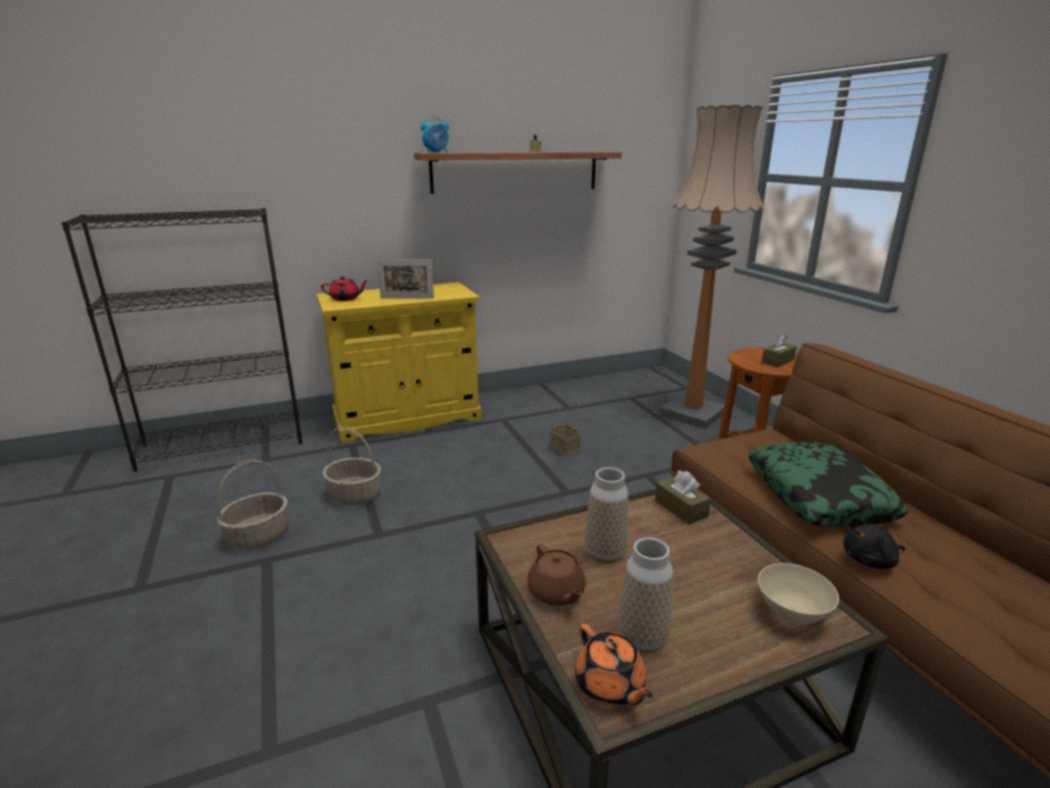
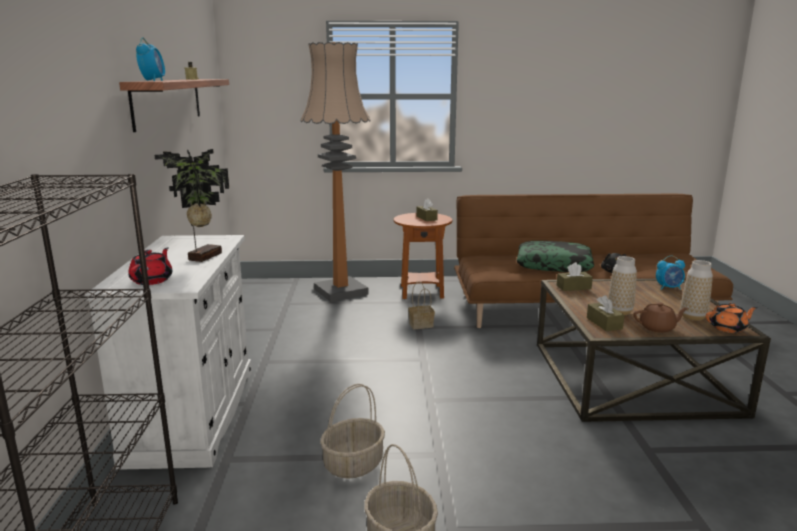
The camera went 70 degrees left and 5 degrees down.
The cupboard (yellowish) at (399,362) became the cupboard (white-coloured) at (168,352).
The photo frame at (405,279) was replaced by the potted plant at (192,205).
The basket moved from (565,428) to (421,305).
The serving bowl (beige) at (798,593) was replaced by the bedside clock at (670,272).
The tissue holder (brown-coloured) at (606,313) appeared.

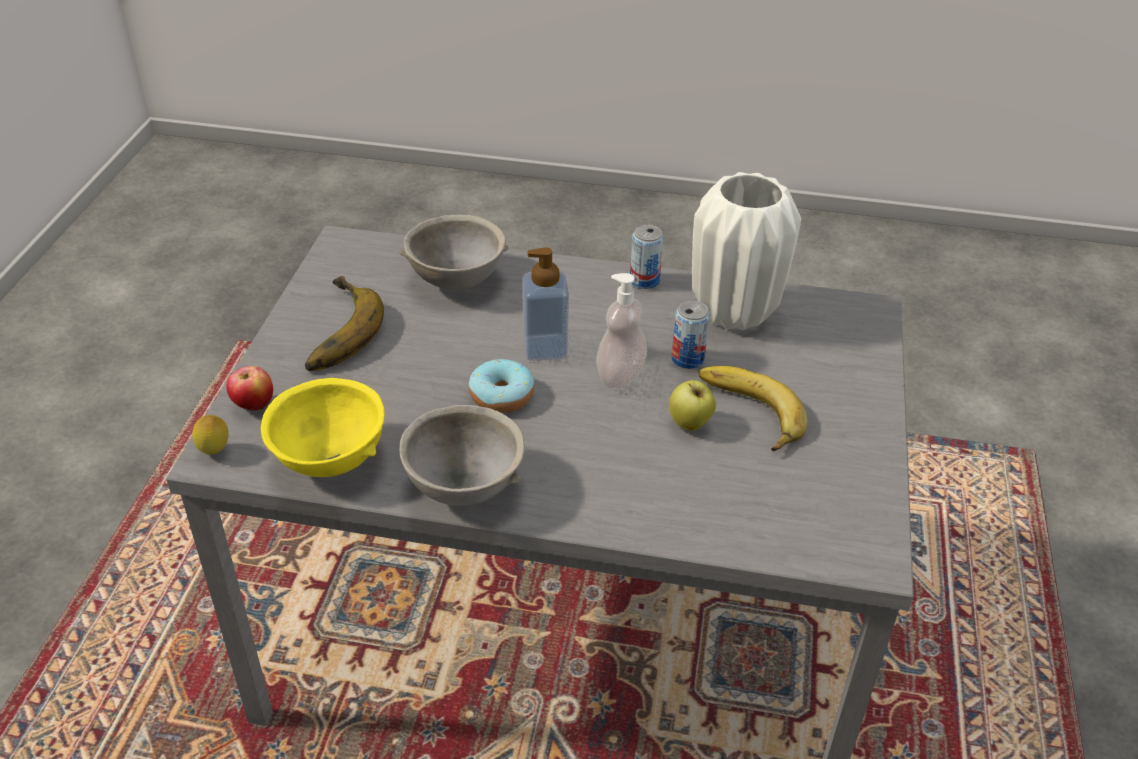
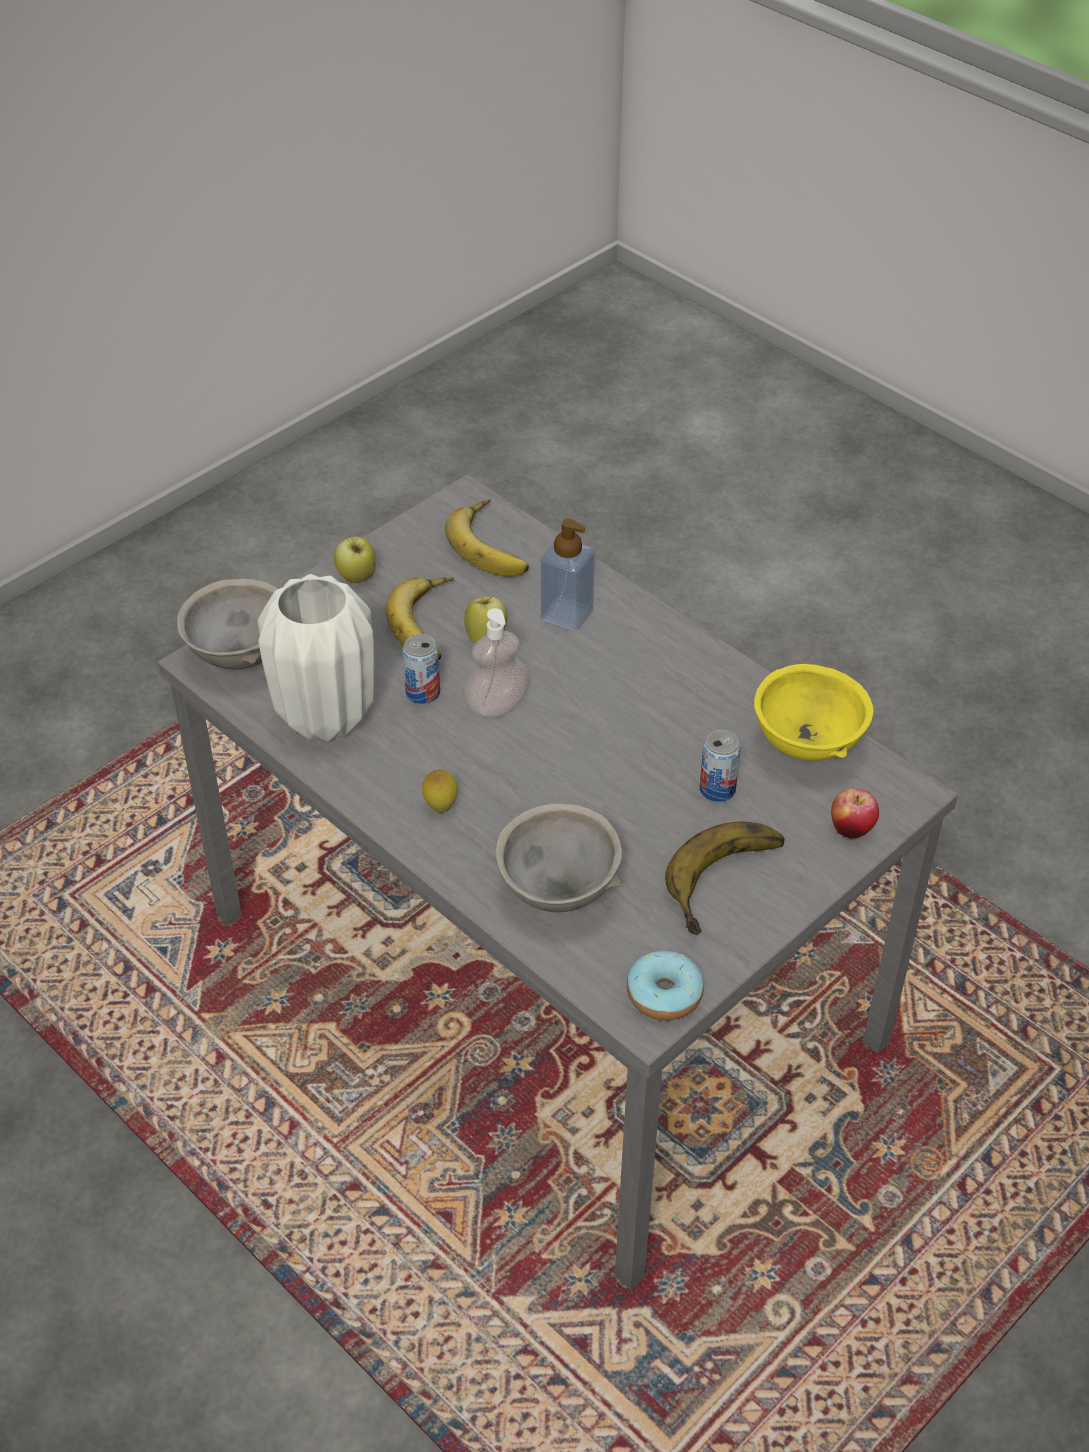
The camera went 145 degrees left and 5 degrees up.
The whole lemon moved from (210,435) to (440,791).
The serving bowl (grey) moved from (462,455) to (227,624).
The donut moved from (502,386) to (665,986).
The soap dispenser moved from (545,304) to (568,575).
The sealed can moved from (647,257) to (720,766).
The apple at (355,559) appeared.
The banana at (487,538) appeared.

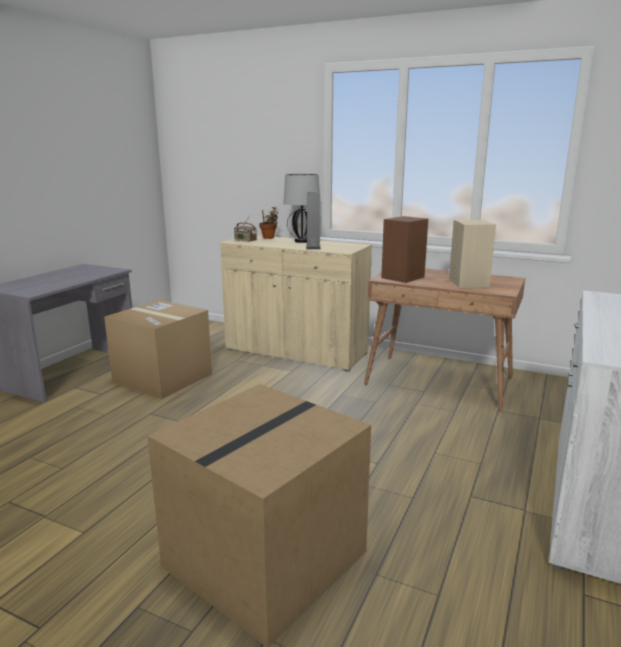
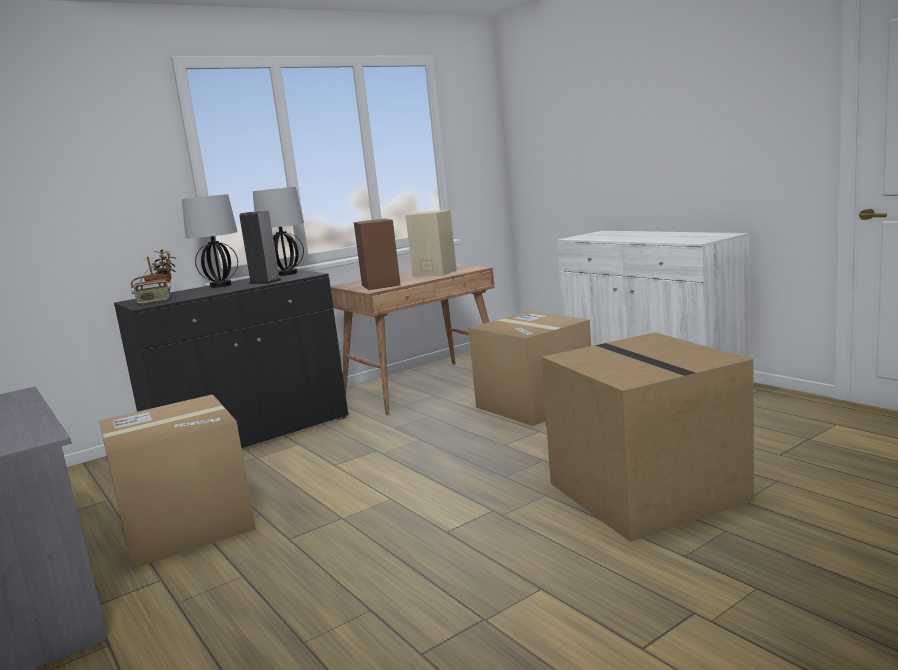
The camera went 60 degrees left and 5 degrees down.
The cupboard (beige) at (296,303) became the cupboard (black) at (231,359).
The tabletop lamp at (278,231) appeared.
The carton at (529,368) appeared.

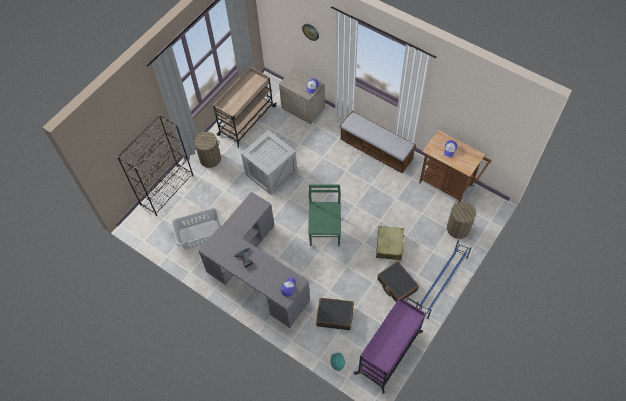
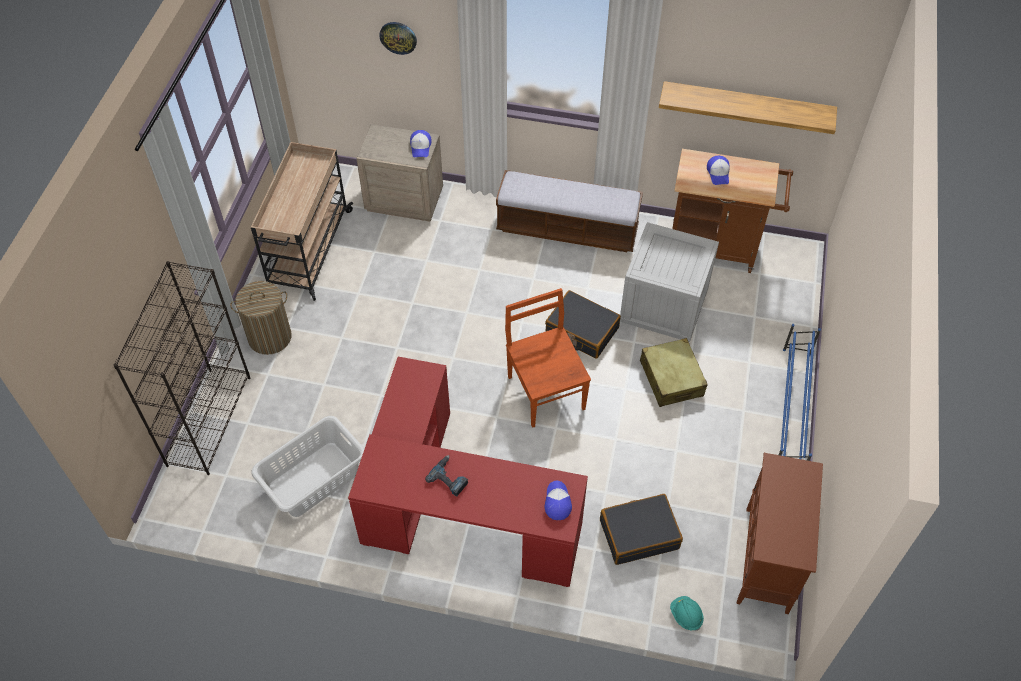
The camera went 25 degrees left and 5 degrees down.
The desk table (grey) at (254,260) became the desk table (red-coloured) at (468,472).
The crate moved from (269,163) to (669,282).
The plain chair (green-coloured) at (324,215) became the plain chair (brown-coloured) at (548,358).
The trolley (purple) at (389,345) was replaced by the cupboard (brown-coloured) at (780,533).
The travel case (black) moved from (398,281) to (583,324).
The washing basket at (461,220) disappeared.
The wall shelf at (748,107) appeared.

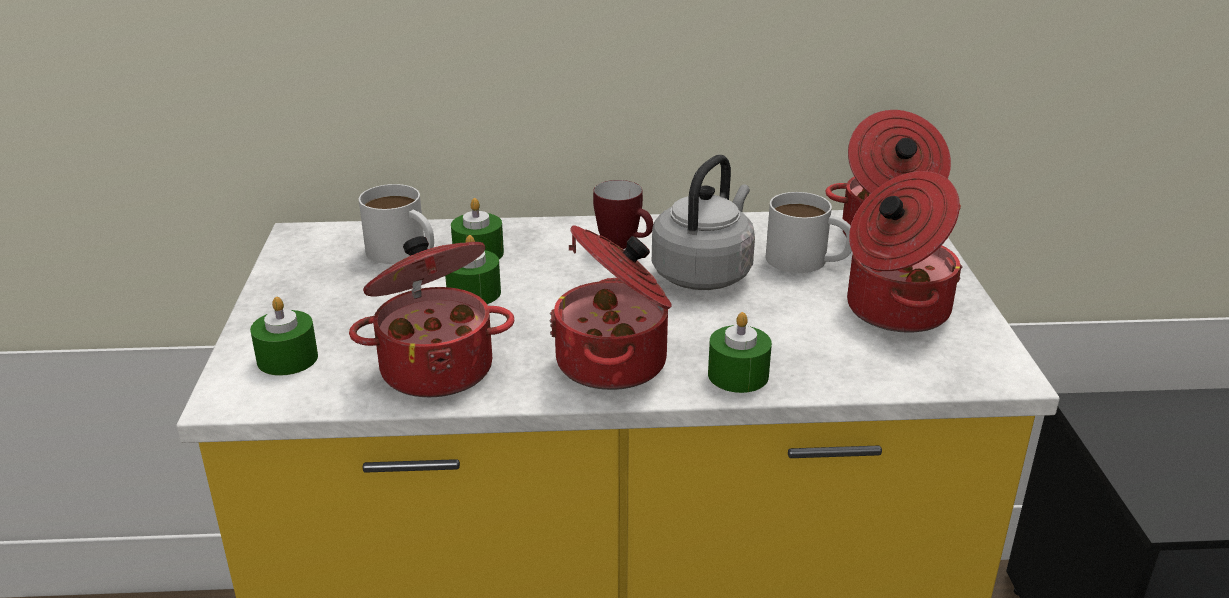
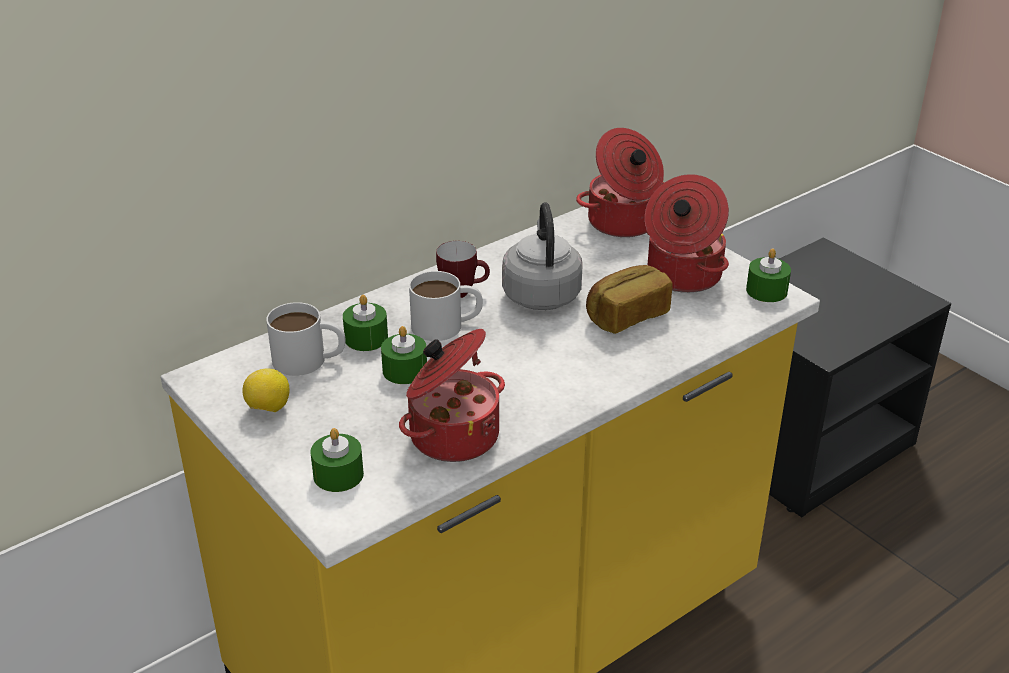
The camera went 35 degrees left and 5 degrees up.
The saucepot at (611,307) disappeared.
The candle (green-coloured) moved from (740,352) to (768,275).
The mug (white-coloured) moved from (809,232) to (446,306).
The whole lemon at (265,390) appeared.
The bread at (629,299) appeared.

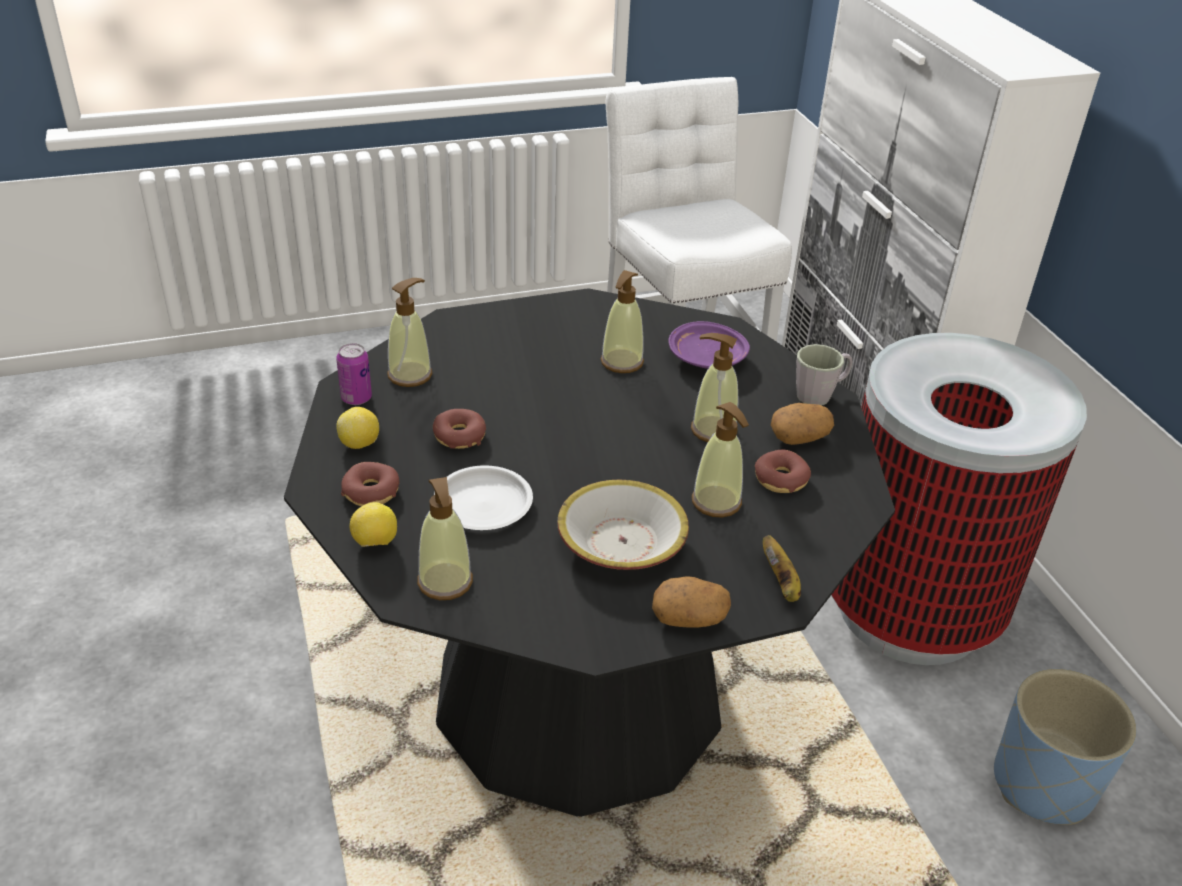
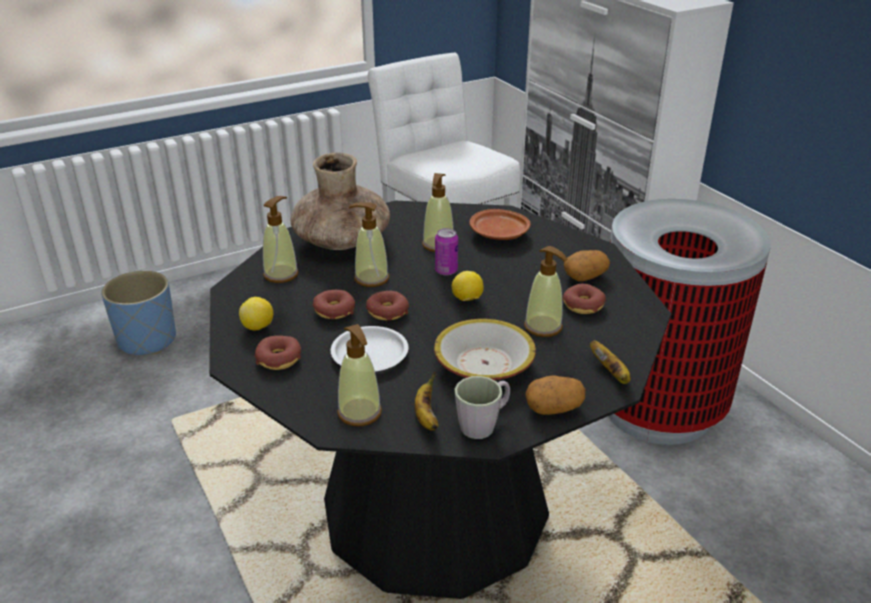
The camera went 10 degrees left and 5 degrees down.
The sealed can moved from (354,374) to (446,251).
The whole lemon moved from (373,524) to (467,286).
The plate (purple) at (709,345) became the plate (brown-coloured) at (500,224).
The soap dispenser moved from (714,387) to (369,244).
The mug (grey) moved from (824,375) to (482,407).
The plant pot (bluish) moved from (1065,747) to (138,313).
The vase (brown-coloured) at (340,201) appeared.
The donut at (387,305) appeared.
The banana at (427,401) appeared.

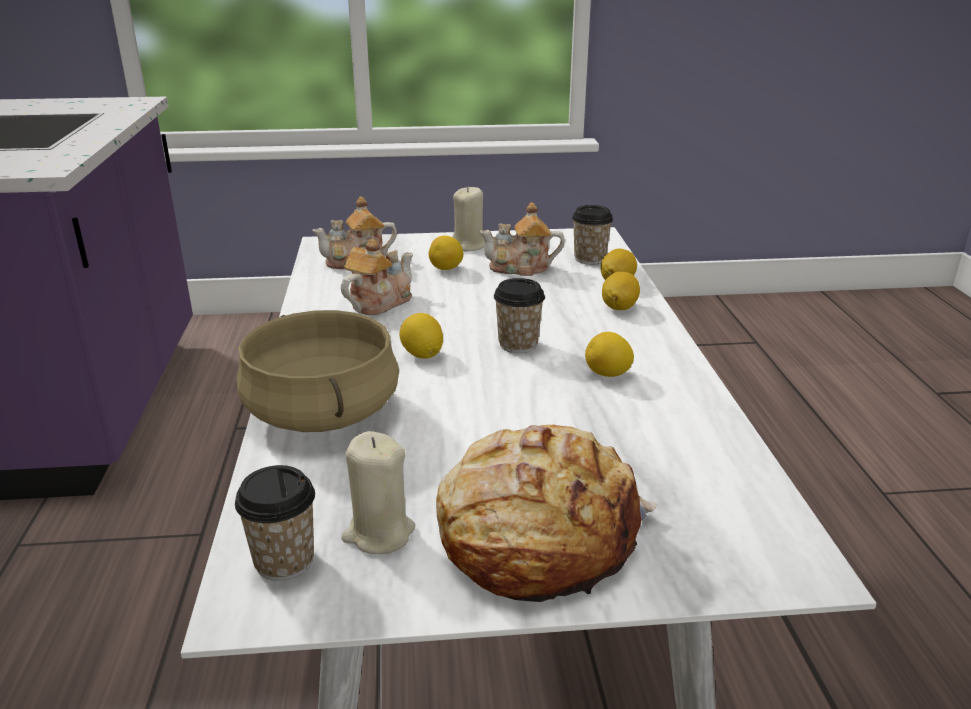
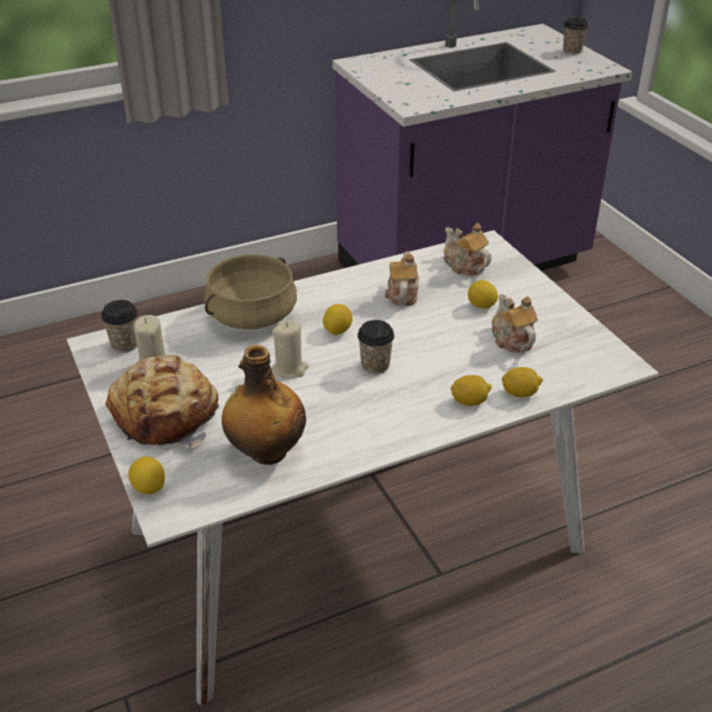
The camera went 70 degrees right and 10 degrees up.
The pot for tea at (377,277) turned 105 degrees counterclockwise.
The candle (beige) moved from (468,218) to (290,350).
The drinking cup moved from (592,235) to (575,35).
The whole lemon moved from (609,354) to (146,475).
The bottle at (264,405) appeared.

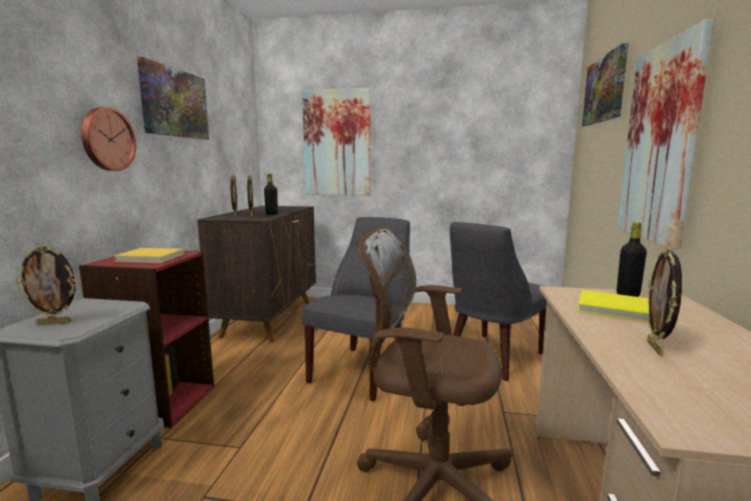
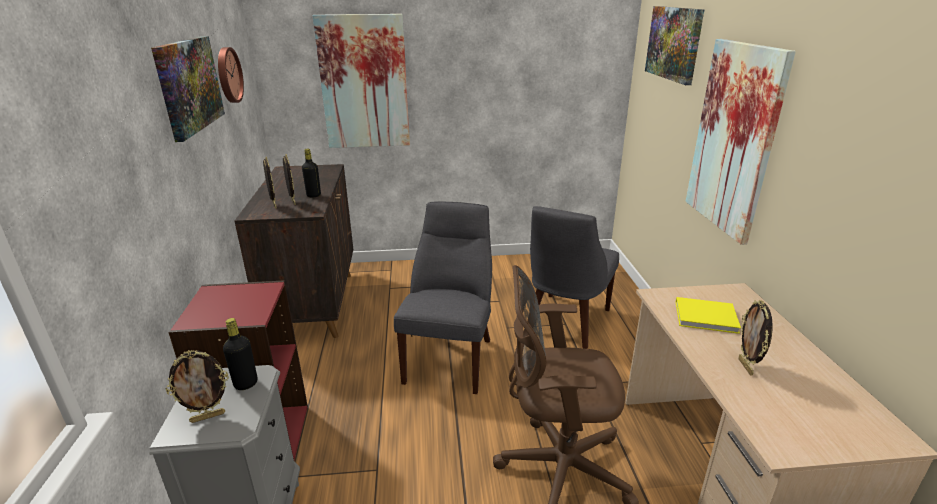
The camera went 15 degrees left and 15 degrees up.
The clock on the wall moved from (108,139) to (231,75).
The book (yellowish) at (149,255) disappeared.
The bottle (black) moved from (632,259) to (240,354).

